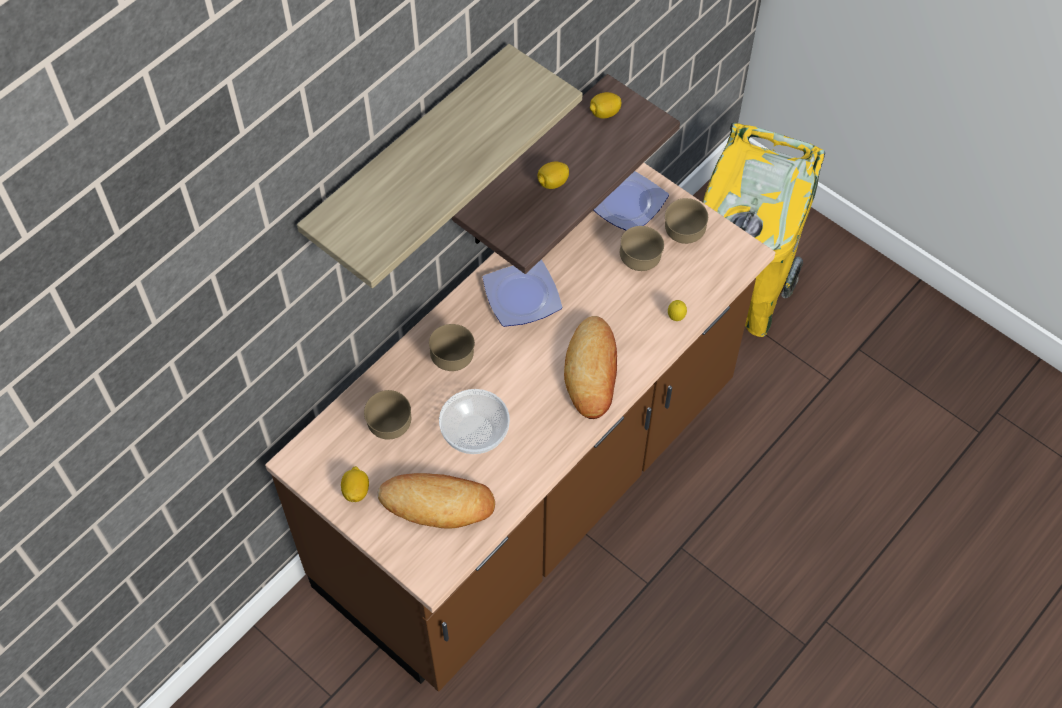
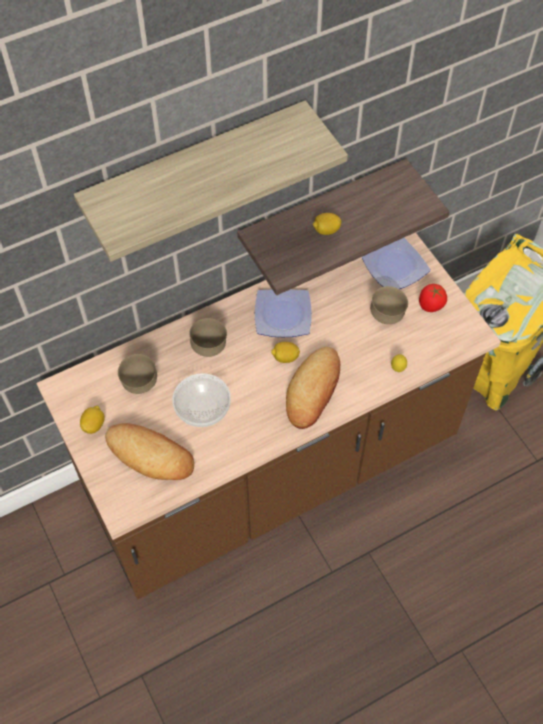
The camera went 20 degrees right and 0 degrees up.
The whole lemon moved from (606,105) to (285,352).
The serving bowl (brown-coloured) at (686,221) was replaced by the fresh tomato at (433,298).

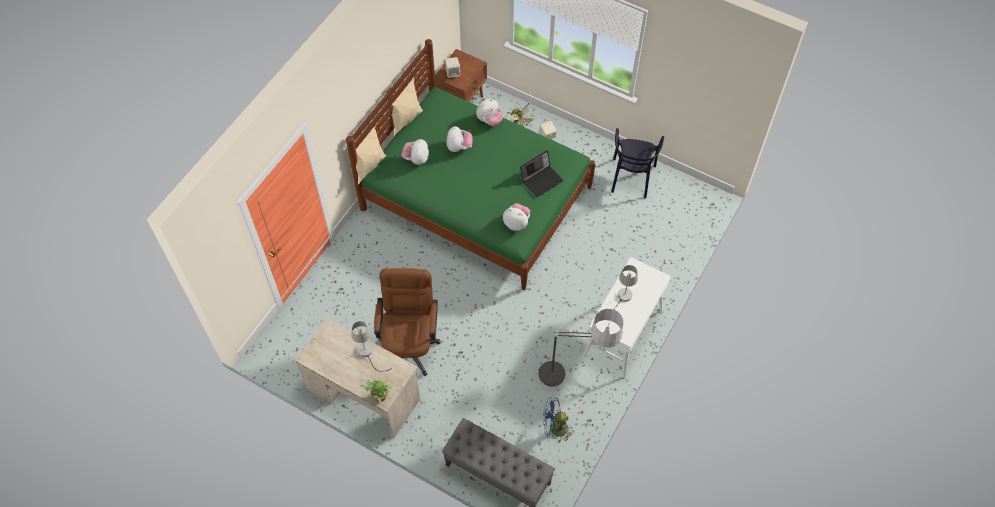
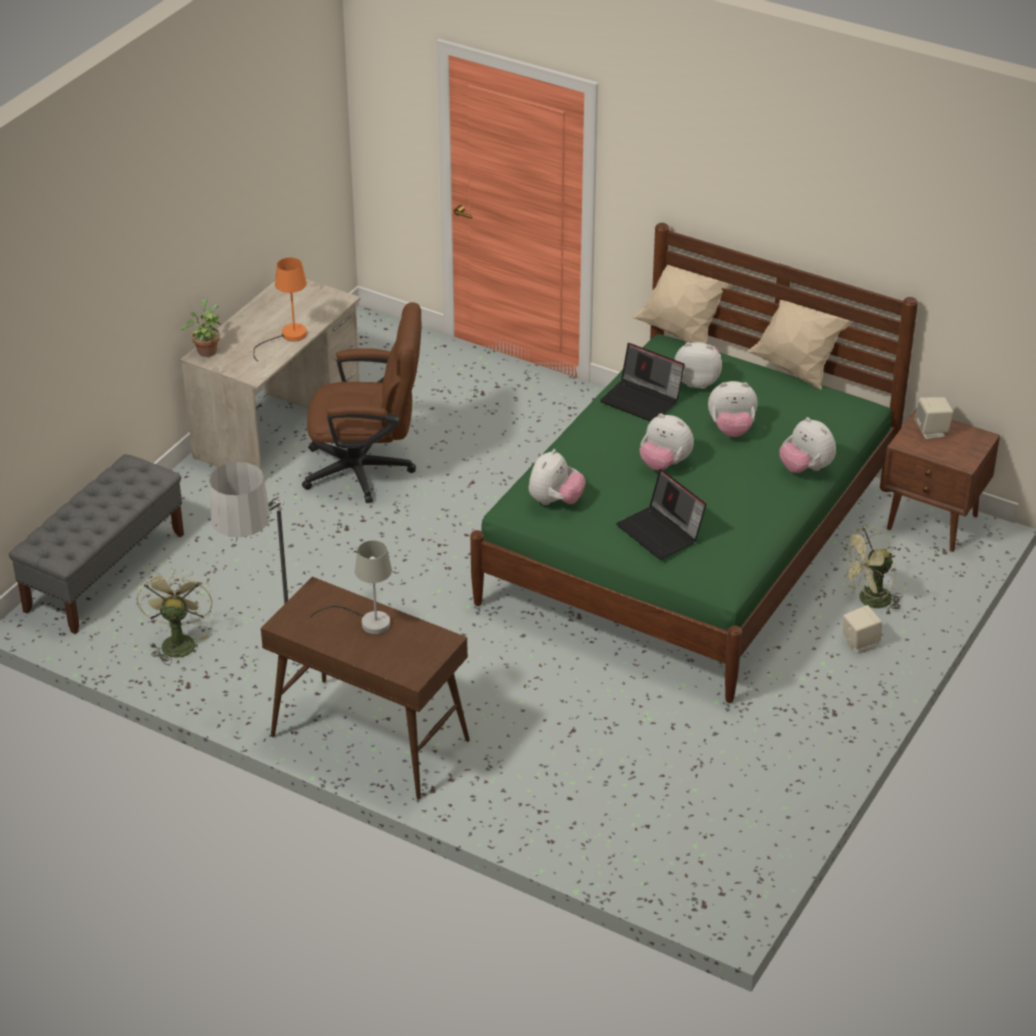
The camera went 90 degrees right and 20 degrees down.
The tabletop lamp (grey) at (371,346) became the tabletop lamp (orange) at (280,309).
The fan (bluish) at (558,420) became the fan (green-coloured) at (174,616).
The hall table (white-coloured) at (627,317) became the hall table (brown-coloured) at (365,688).
The plain chair (black) at (637,163) disappeared.
The portable computer at (642,382) appeared.
The plush toy at (667,441) appeared.

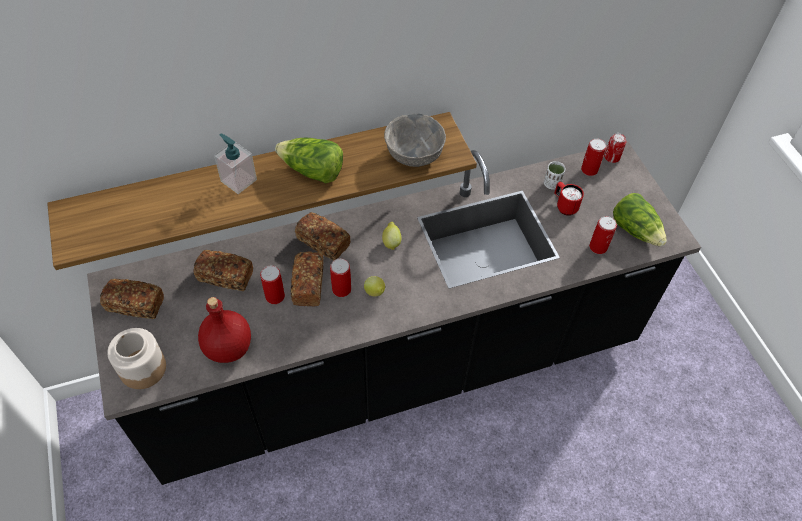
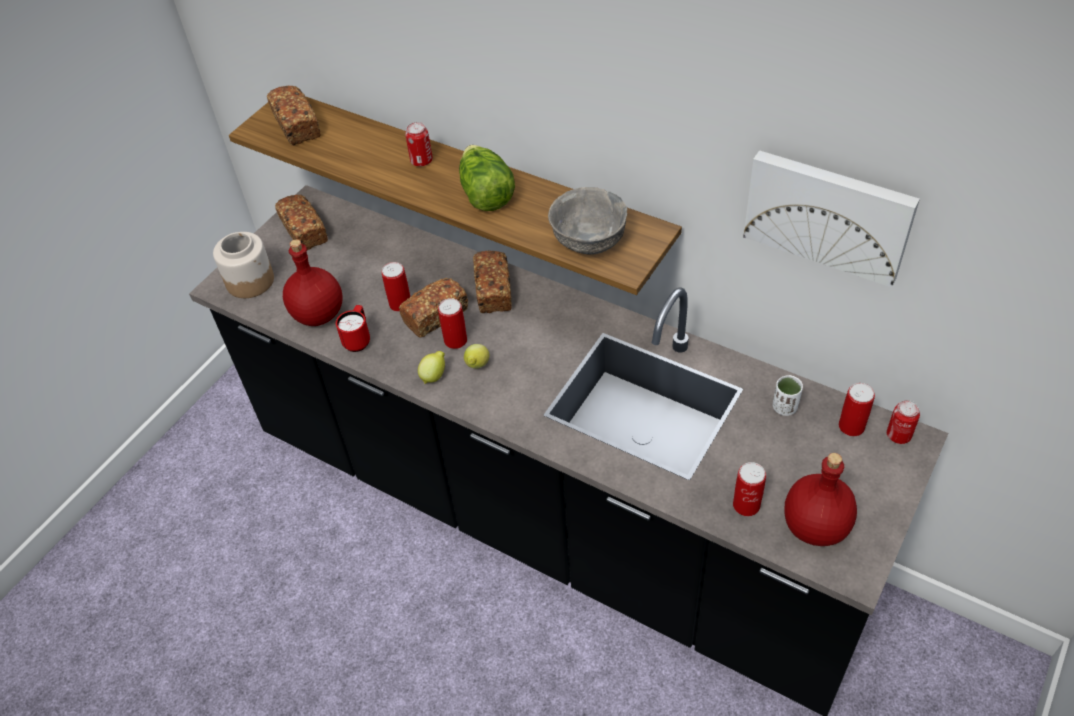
The camera went 55 degrees right and 5 degrees down.
The bread moved from (223,270) to (294,115).
The soap dispenser at (235,164) was replaced by the sealed can at (419,144).
The whole lemon moved from (391,236) to (431,367).
The mug (red-coloured) moved from (569,199) to (353,328).
The head of lettuce at (640,219) was replaced by the bottle (red-coloured) at (820,499).
The wall picture at (831,218) appeared.

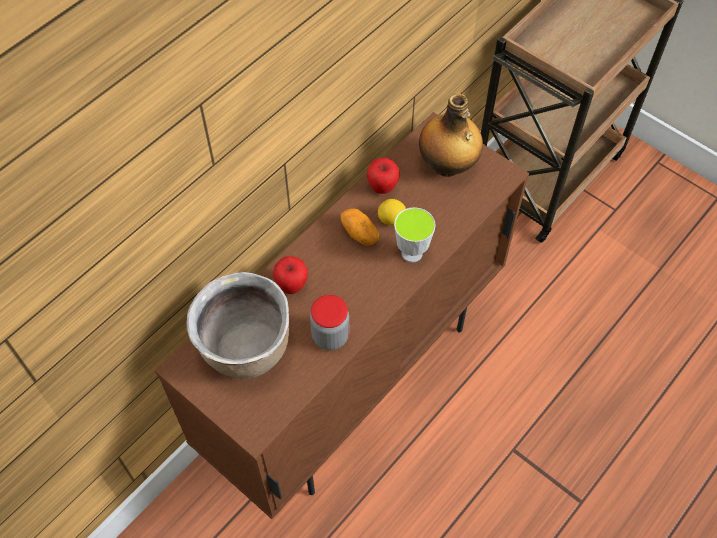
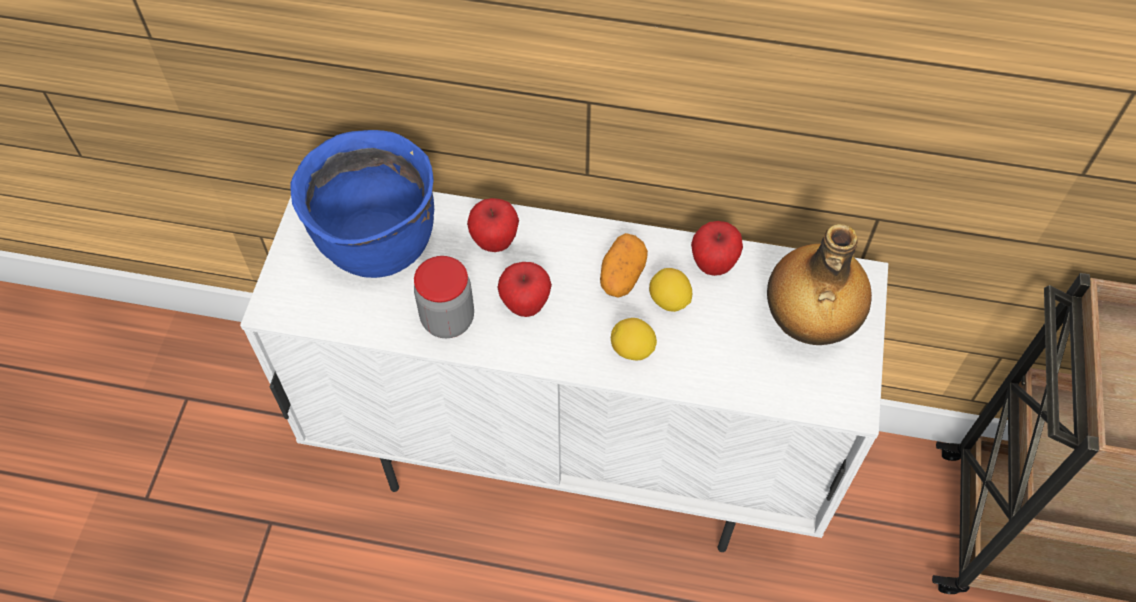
The camera went 60 degrees right and 0 degrees up.
The cupboard (brown-coloured) at (342,315) became the cupboard (white-coloured) at (564,371).
The saucepot (brown-coloured) at (237,325) became the saucepot (bluish) at (362,204).
The drinking cup at (415,235) was replaced by the whole lemon at (634,339).
The apple at (525,289) appeared.

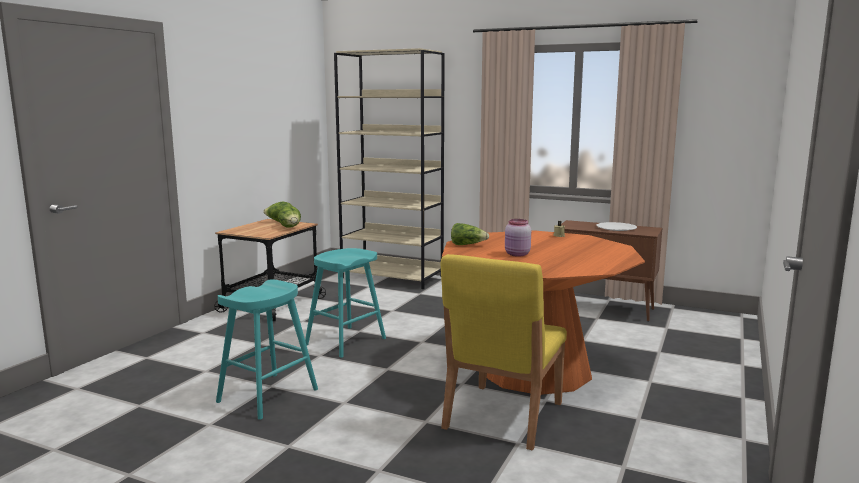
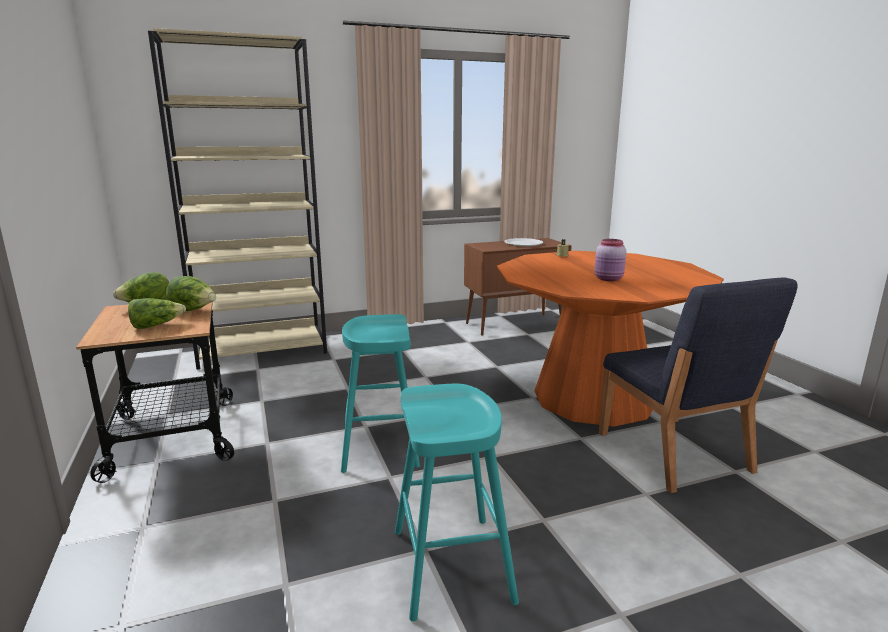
The camera went 45 degrees left and 5 degrees up.
The plain chair (yellowish) at (504,352) became the plain chair (bluish) at (698,385).
The head of lettuce moved from (470,234) to (157,313).

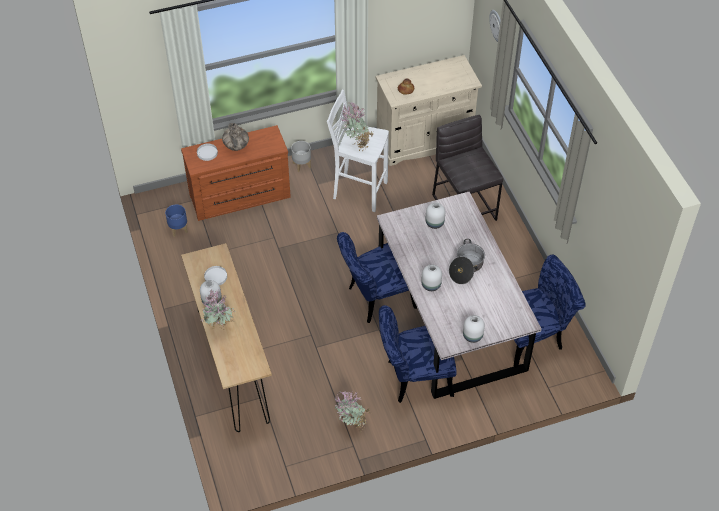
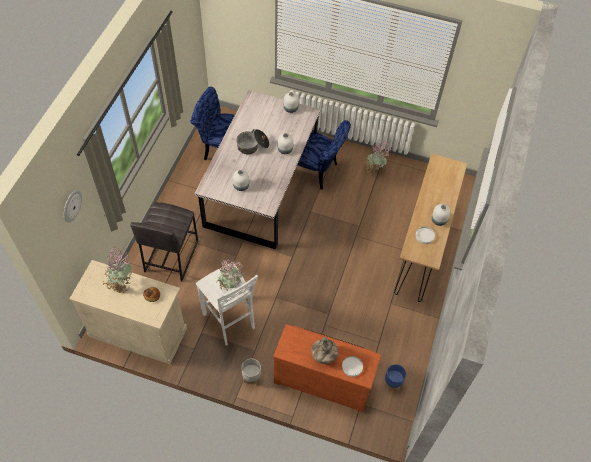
The camera went 145 degrees left and 5 degrees up.
The potted plant moved from (218,309) to (117,271).
The plain chair (bluish) at (377,277) disappeared.

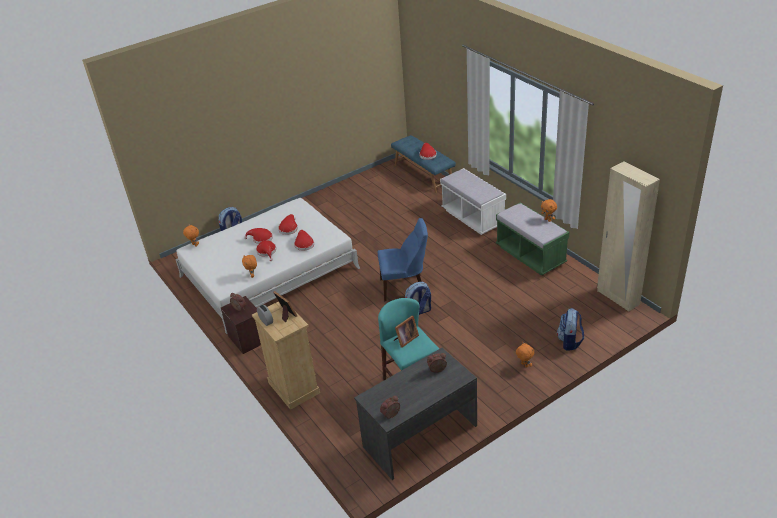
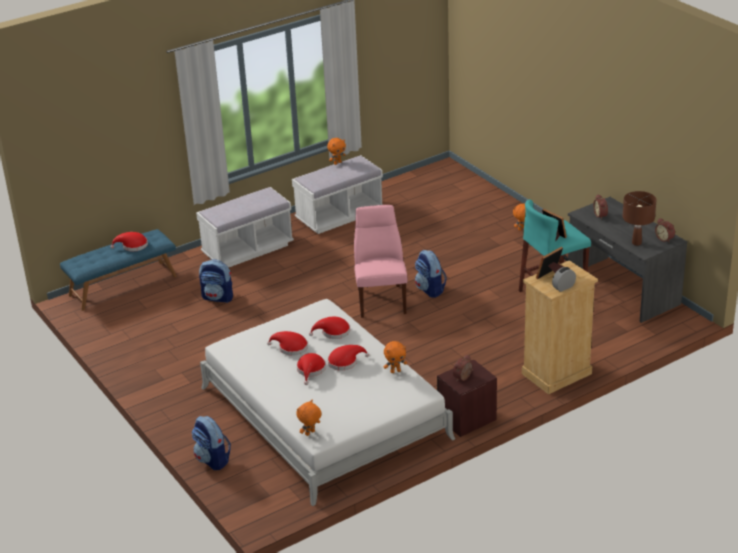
The camera went 90 degrees left and 5 degrees down.
The plain chair (bluish) at (403,259) became the plain chair (pink) at (380,261).
The long seat (green-coloured) at (532,239) became the long seat (white-coloured) at (337,194).
The knapsack moved from (570,329) to (216,281).
The armoire (beige) at (628,236) disappeared.
The tabletop lamp (brown-coloured) at (639,218) appeared.

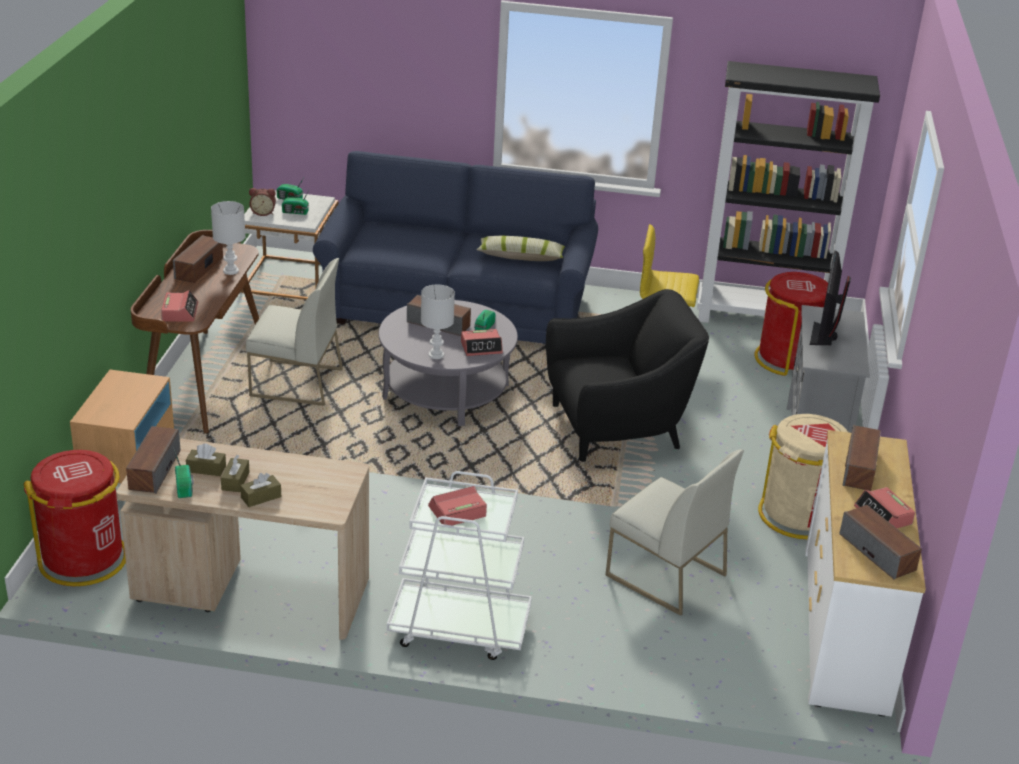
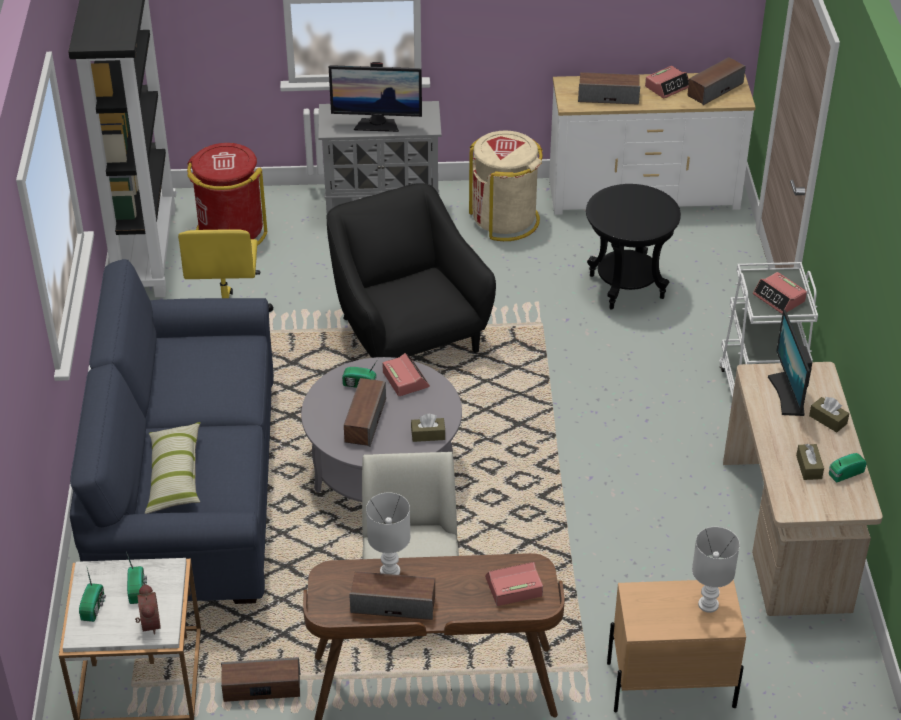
The camera went 100 degrees left and 10 degrees up.
The rubbish bin (red-coloured) at (75,518) disappeared.
The speaker moved from (153,460) to (260,679).
The tissue holder (brown-coloured) moved from (235,473) to (428,427).
The tabletop lamp (white-coloured) moved from (438,322) to (716,570).
The cushion moved from (520,248) to (173,468).
The plain chair (white-coloured) at (675,532) was replaced by the side table (black) at (633,247).
The computer screen at (790,362) appeared.

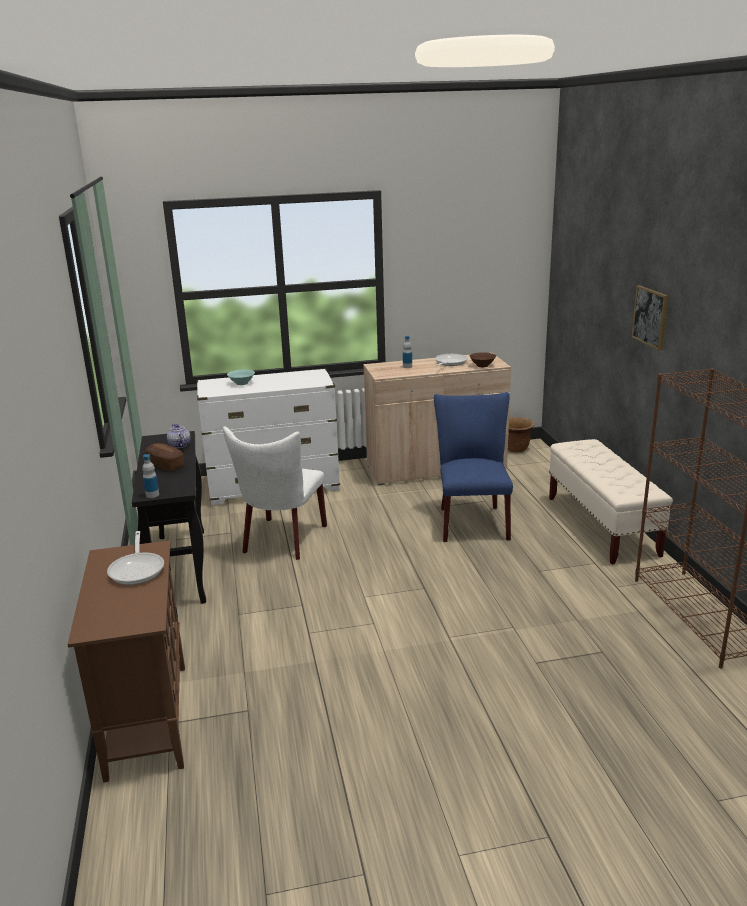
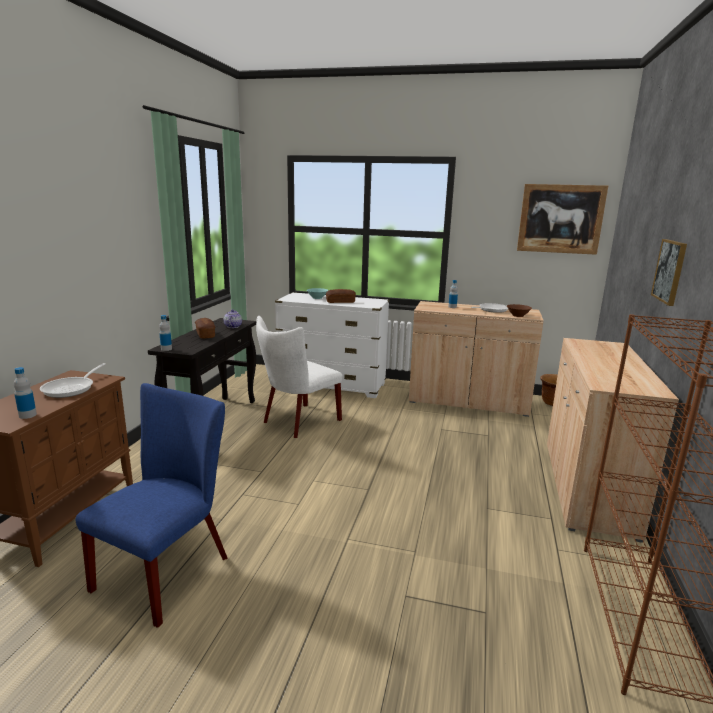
The camera went 25 degrees right and 5 degrees down.
The plain chair (bluish) moved from (473,467) to (152,505).
The long seat (beige) at (611,501) was replaced by the cupboard (beige) at (613,440).
The bottle at (25,393) appeared.
The bread at (341,296) appeared.
The wall picture at (562,219) appeared.

